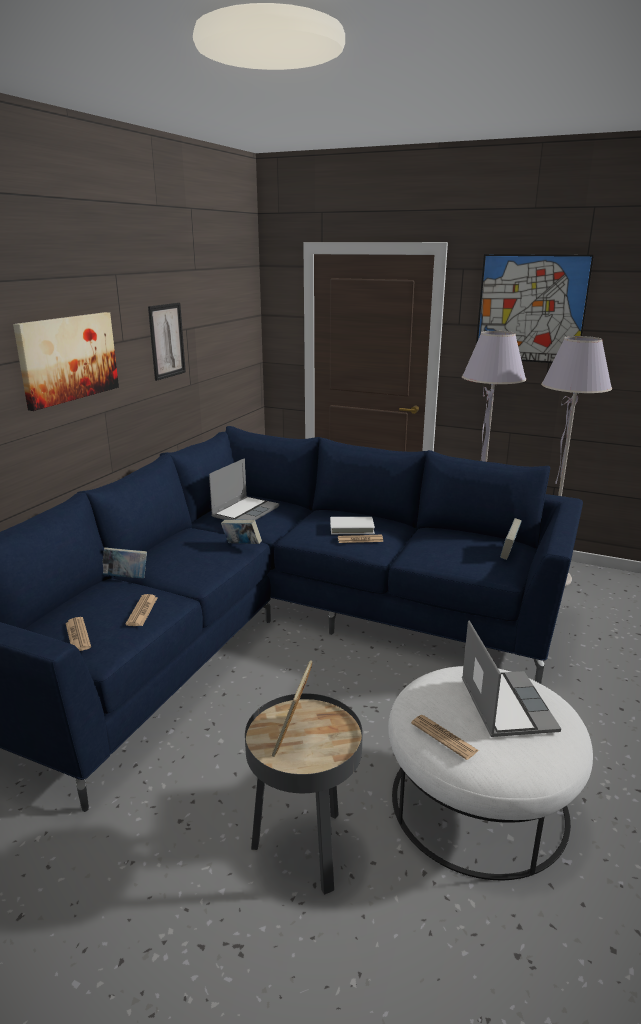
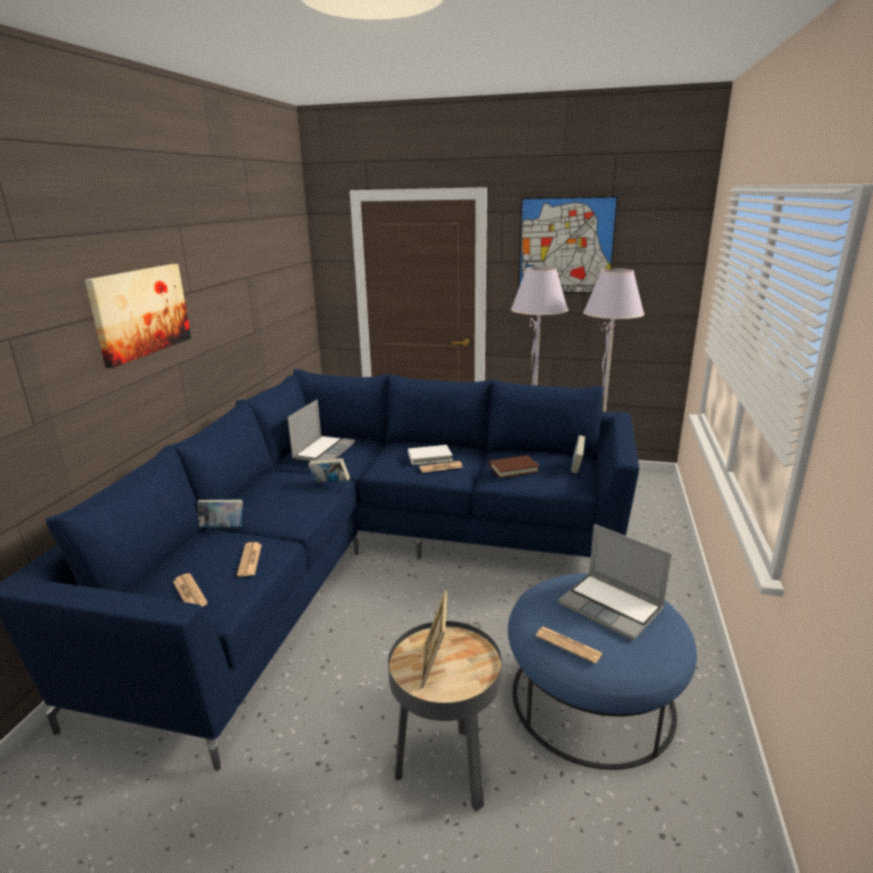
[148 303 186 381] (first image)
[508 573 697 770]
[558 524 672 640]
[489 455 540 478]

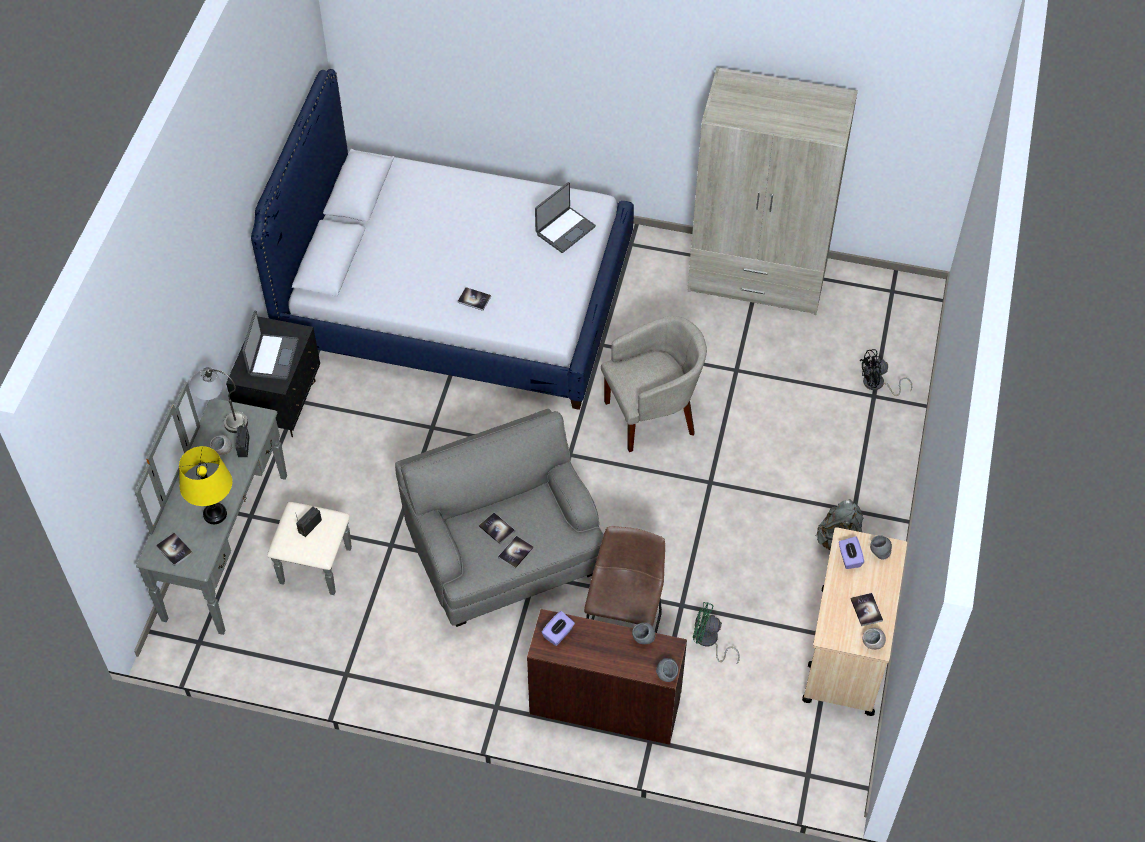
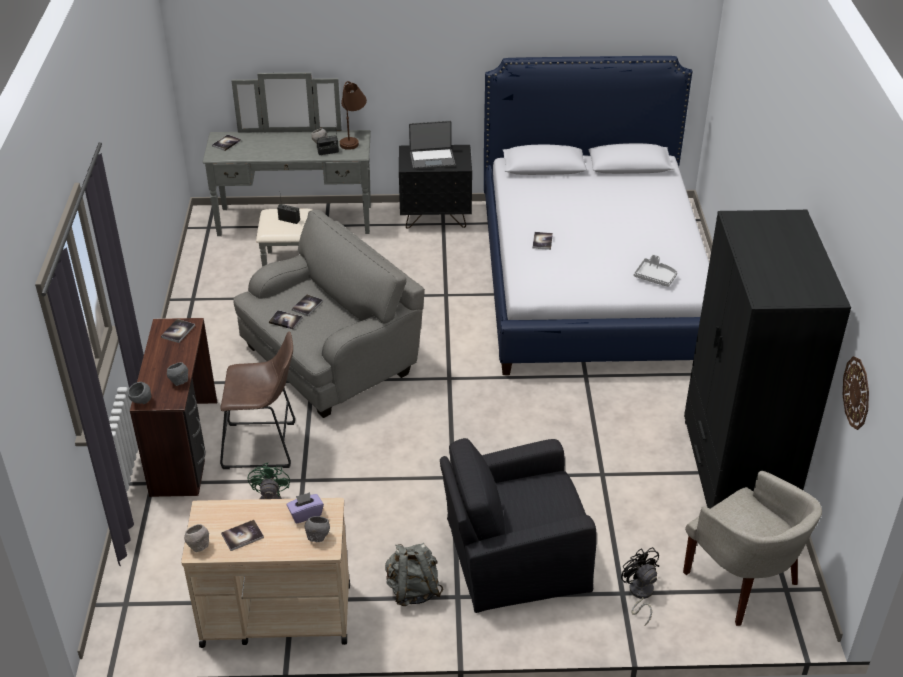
[179 446 232 524] (first image)
[340 81 367 150]
[634 254 677 287]
[161 319 195 343]
[683 471 822 626]
[684 210 851 509]
[440 438 597 613]
[843 356 869 430]

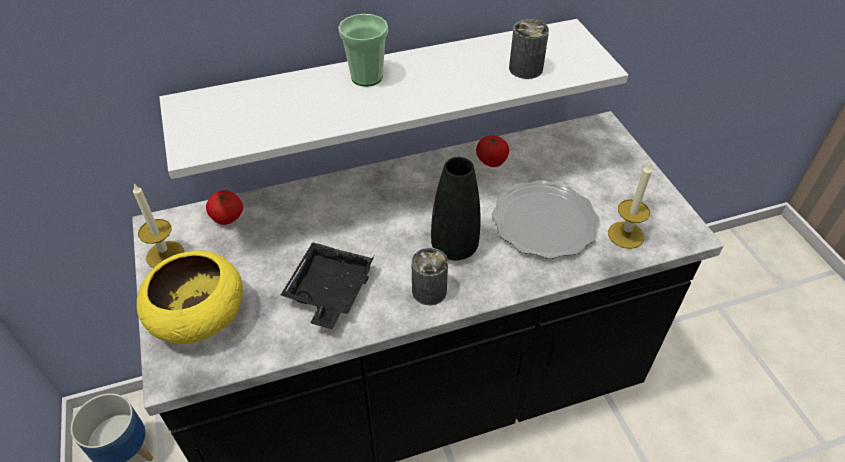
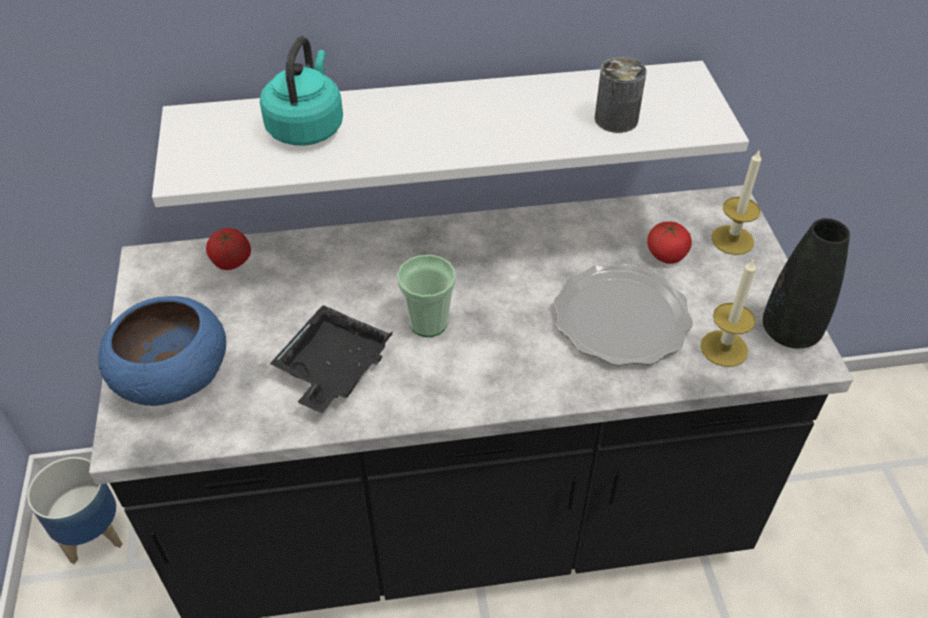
[711 149 762 255]
[98 296 226 406]
[397 255 456 337]
[411 248 448 305] (first image)
[763 218 850 348]
[647 222 692 264]
[260 36 343 146]

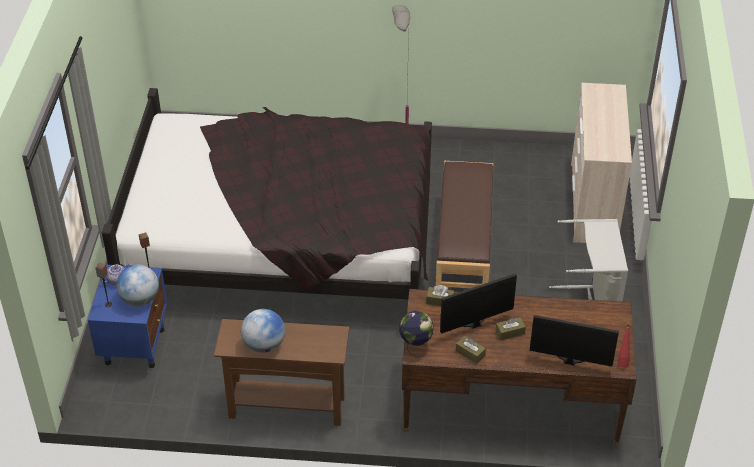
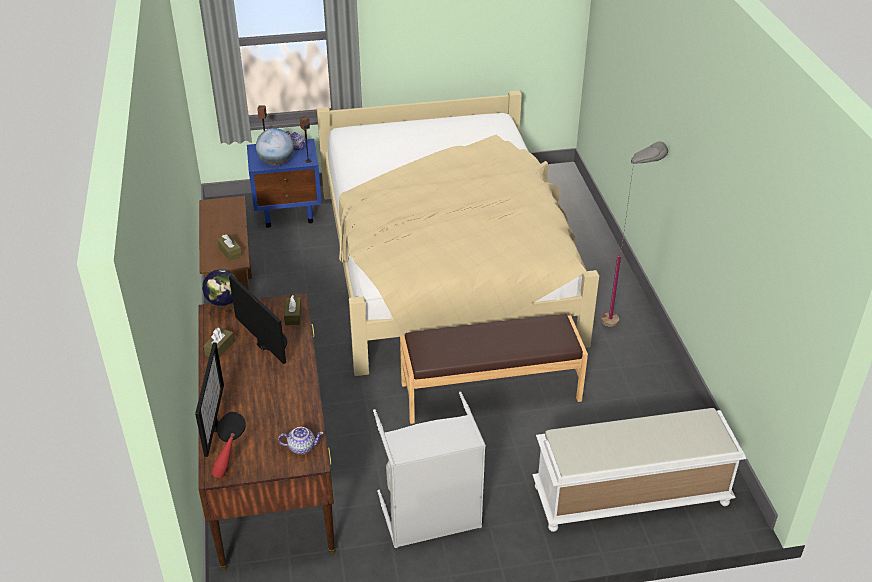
[317 91 599 376]
[241 309 285 353] (first image)
[217 234 242 261]
[533 408 747 532]
[278 427 323 455]

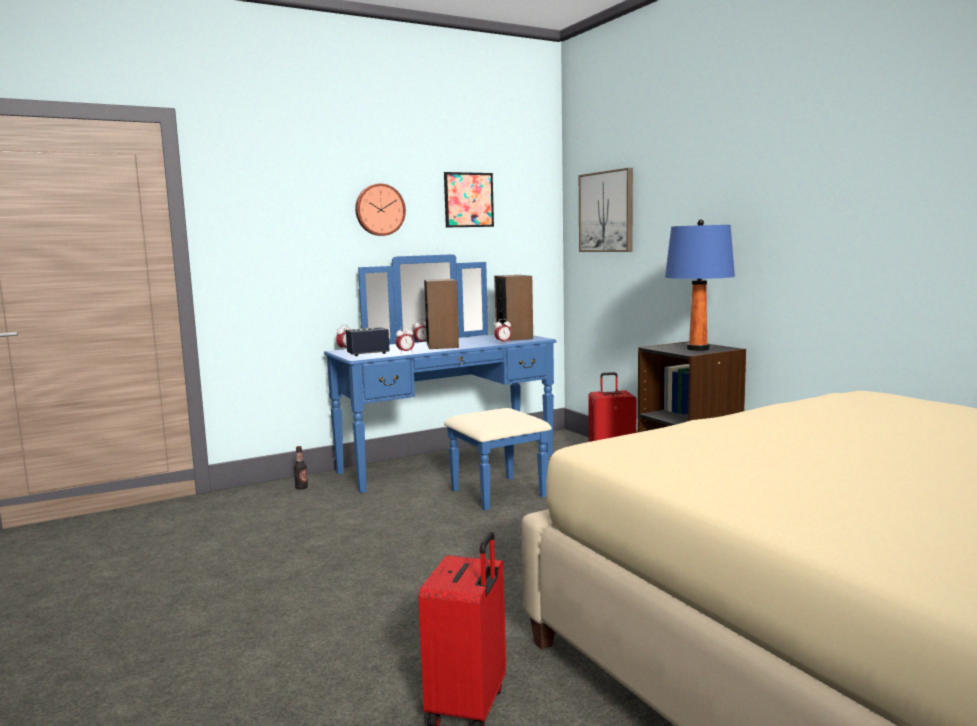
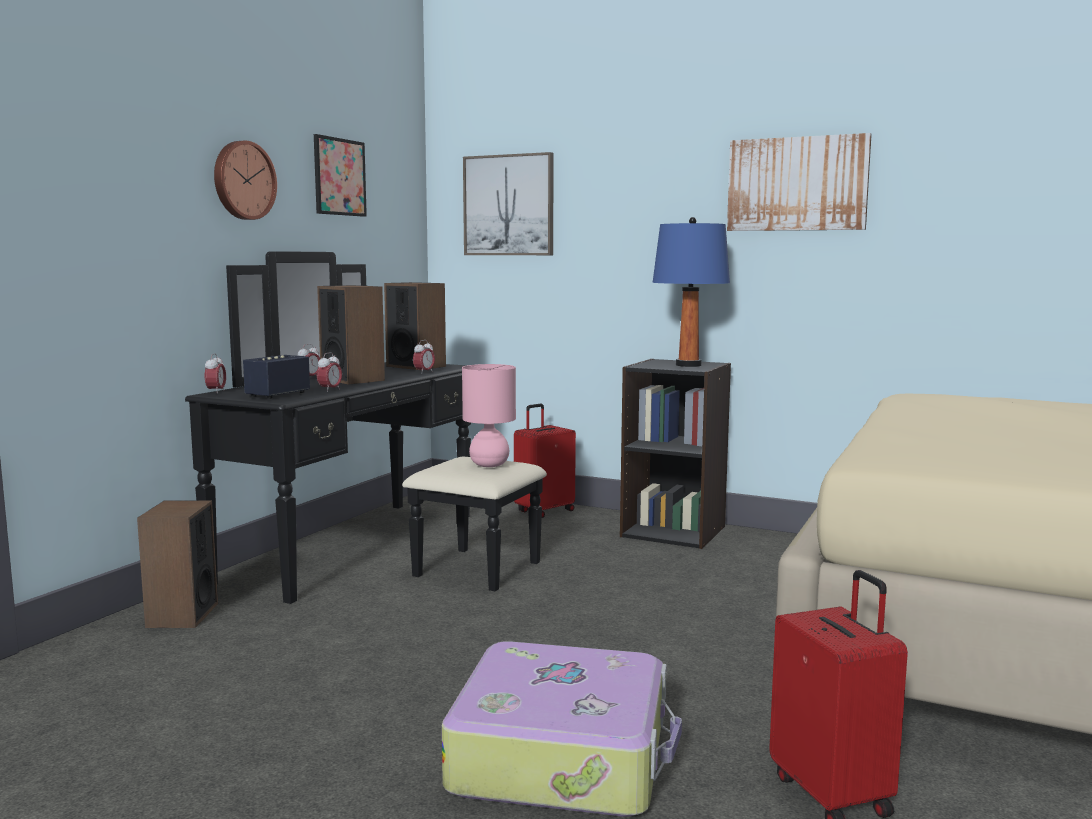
[137 500 218 628]
[185 251 547 604]
[442 641 682 817]
[462 364 516 467]
[727 133 872 231]

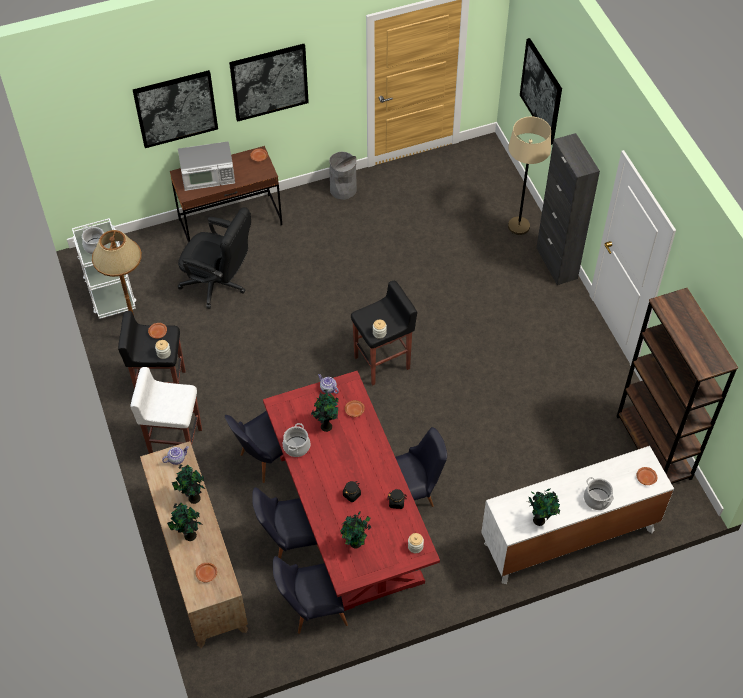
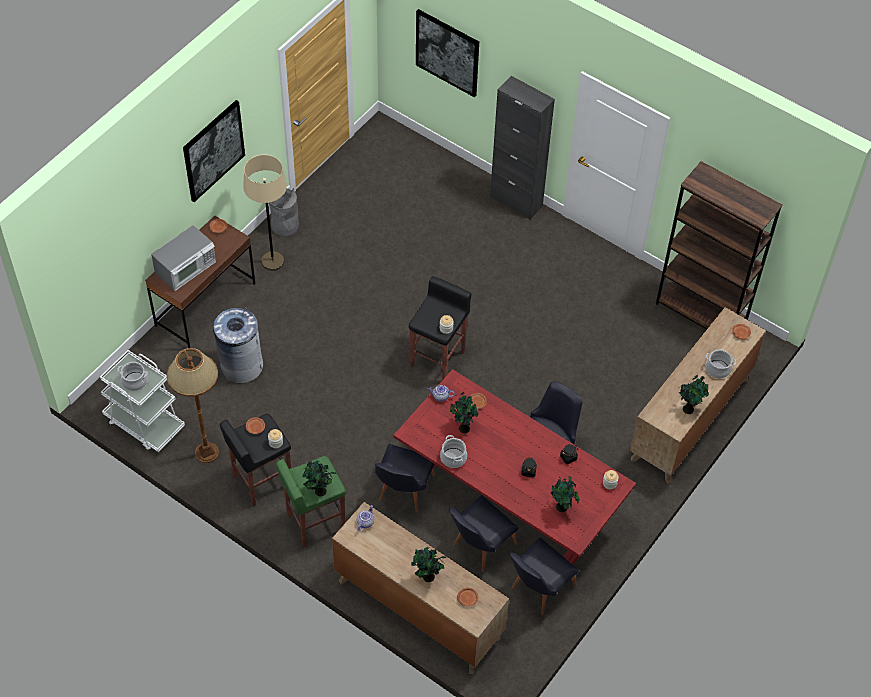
[276 456 346 547]
[133 70 218 148] (first image)
[303 460 336 496]
[213 308 263 383]
[630 308 766 484]
[243 155 287 271]

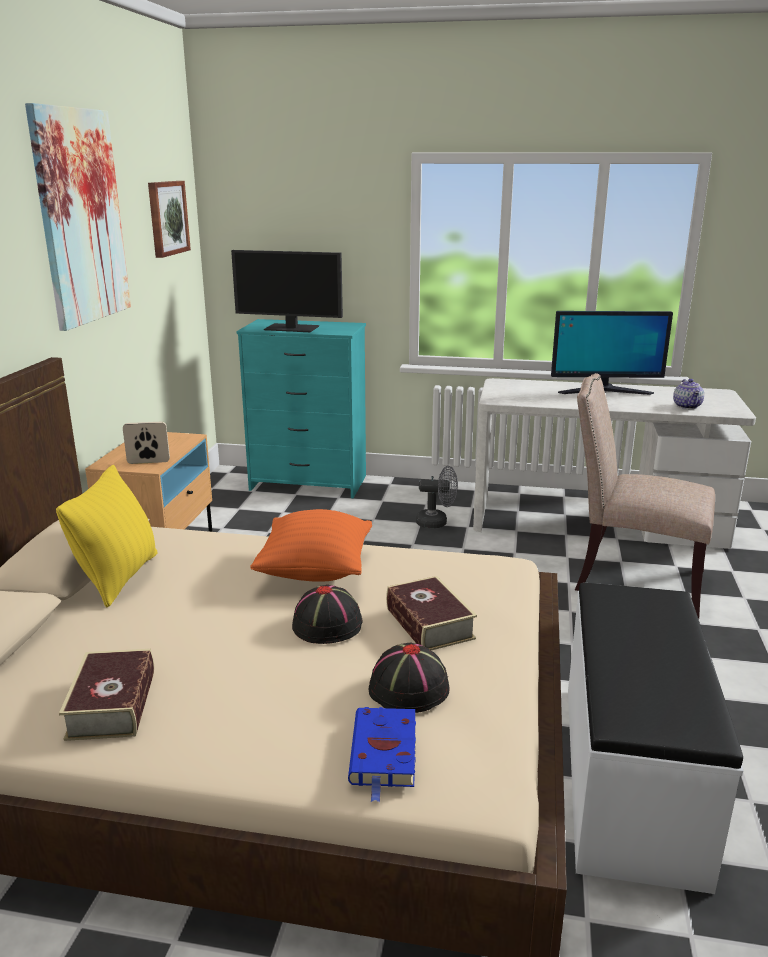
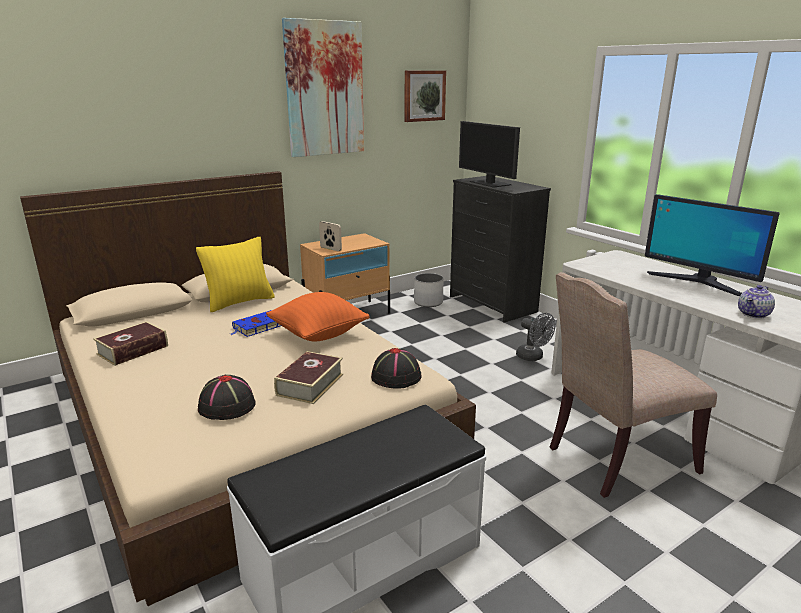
[450 176 551 323]
[371 348 422 389]
[231 310 281 337]
[549 272 717 498]
[414 273 443 307]

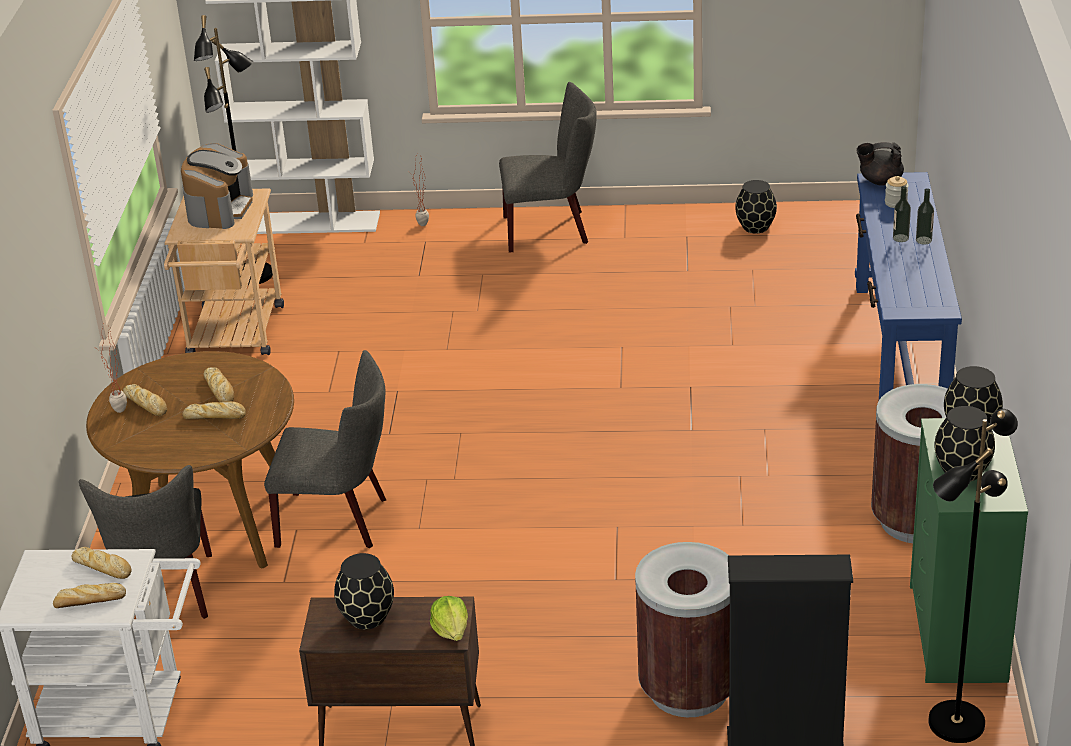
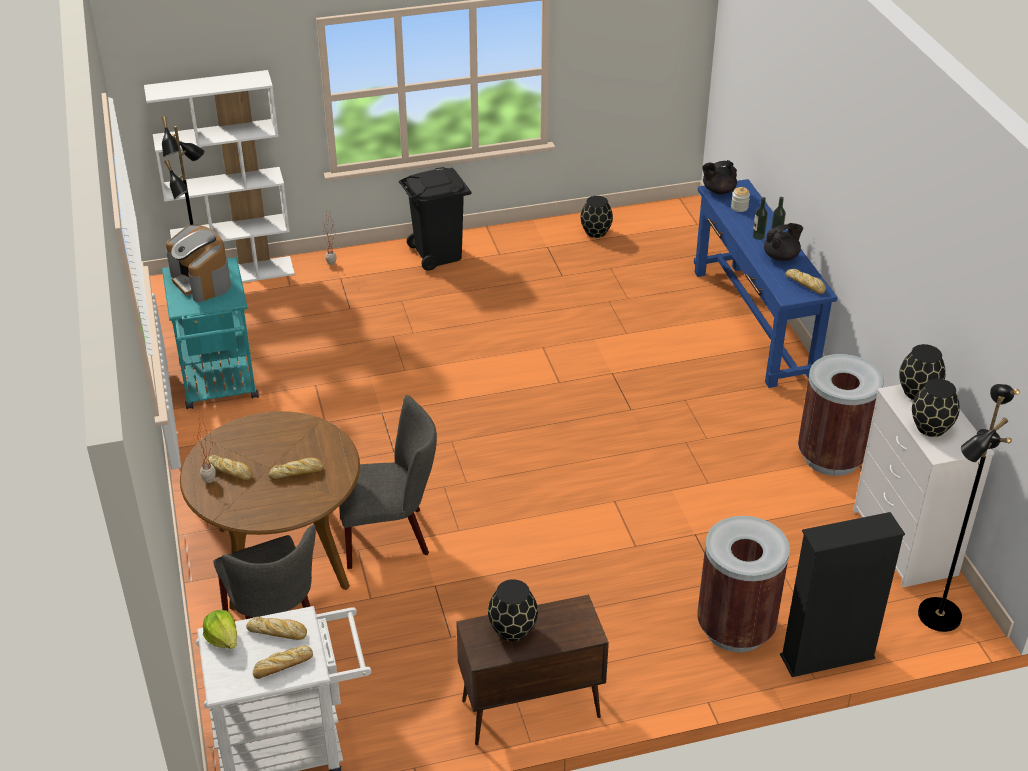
[162 257 259 409]
[166 224 231 302]
[786 269 826 294]
[203 610 237 649]
[399 167 472 271]
[853 384 994 588]
[764 223 803 261]

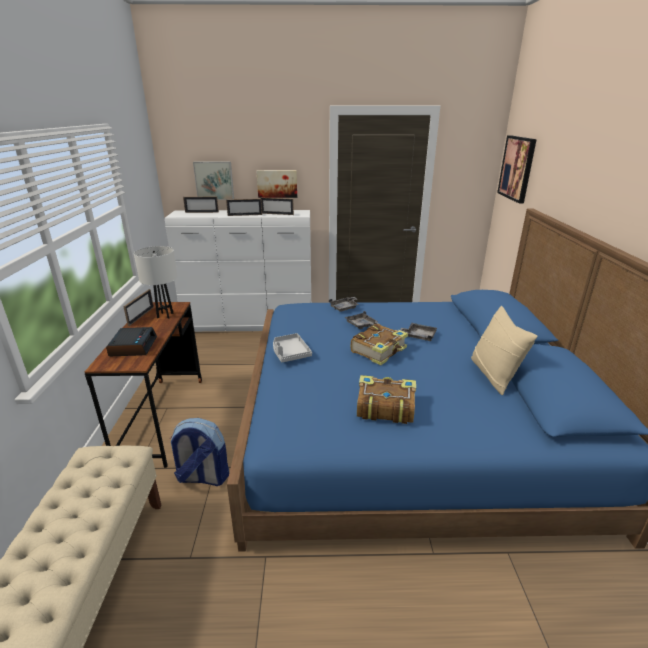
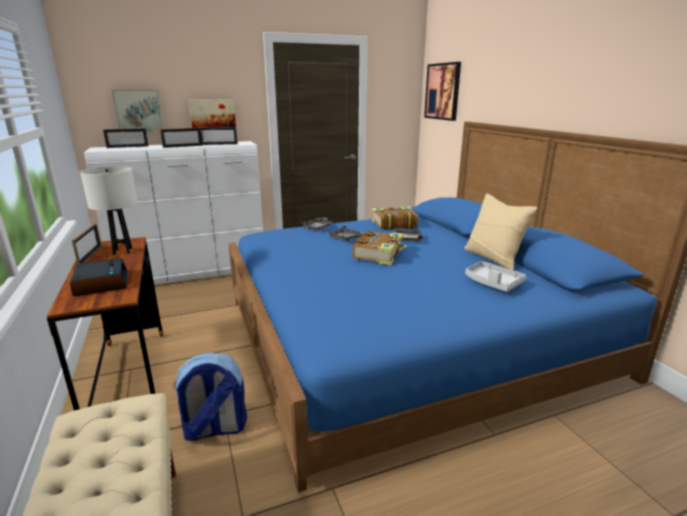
[465 261 526 292]
[372 206 418 230]

